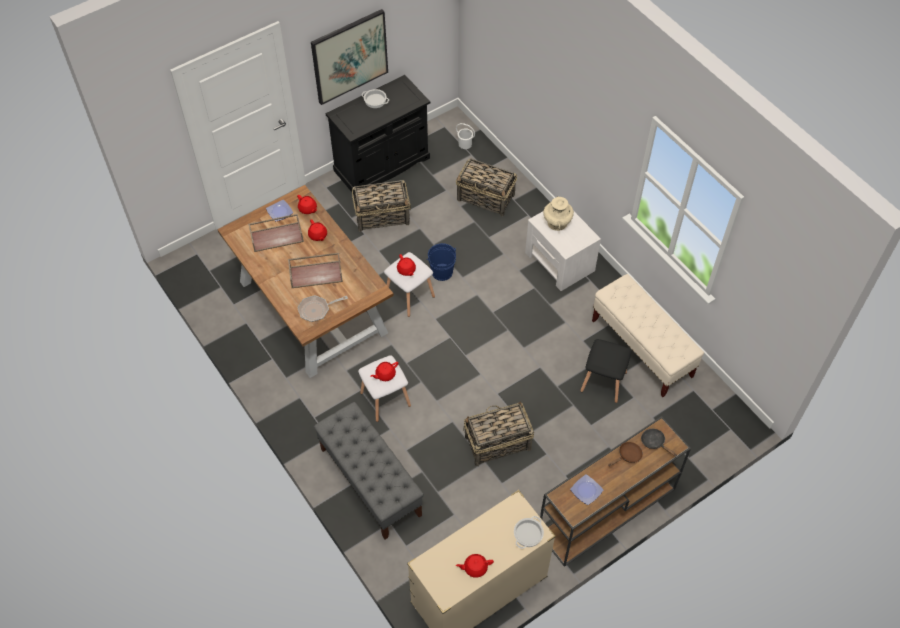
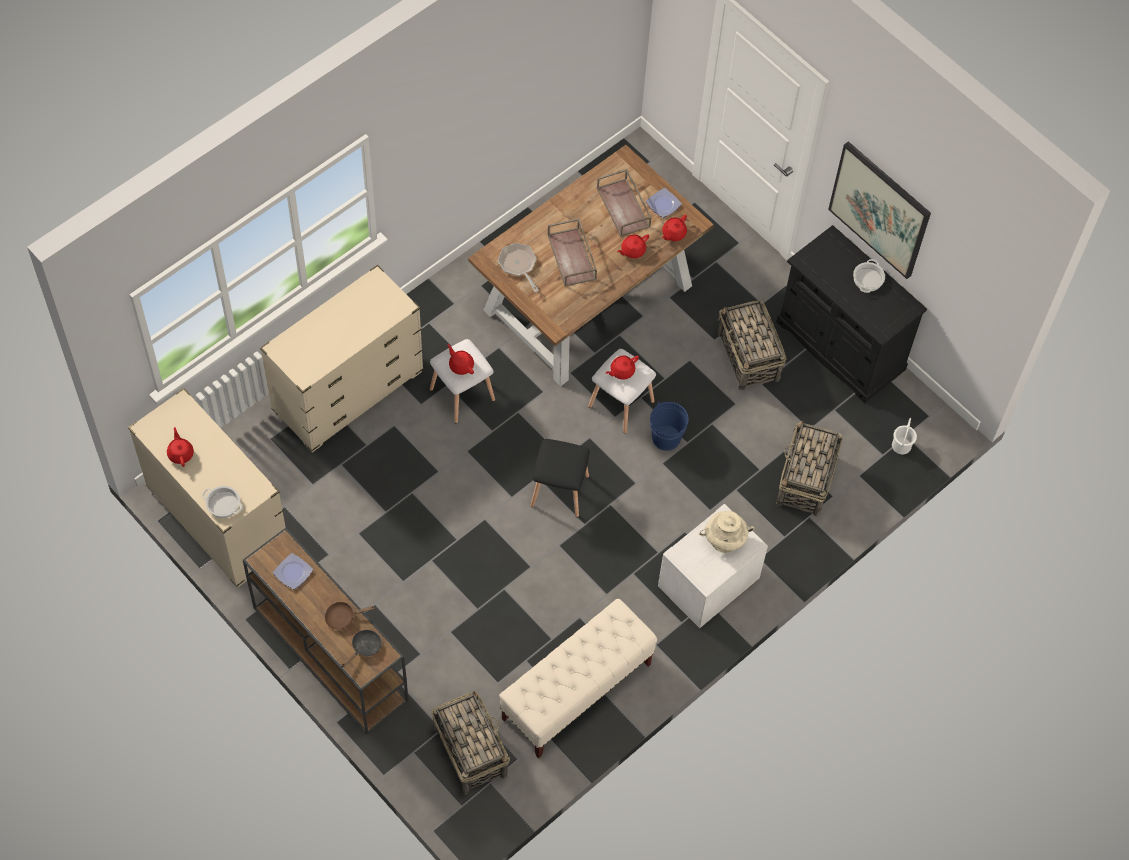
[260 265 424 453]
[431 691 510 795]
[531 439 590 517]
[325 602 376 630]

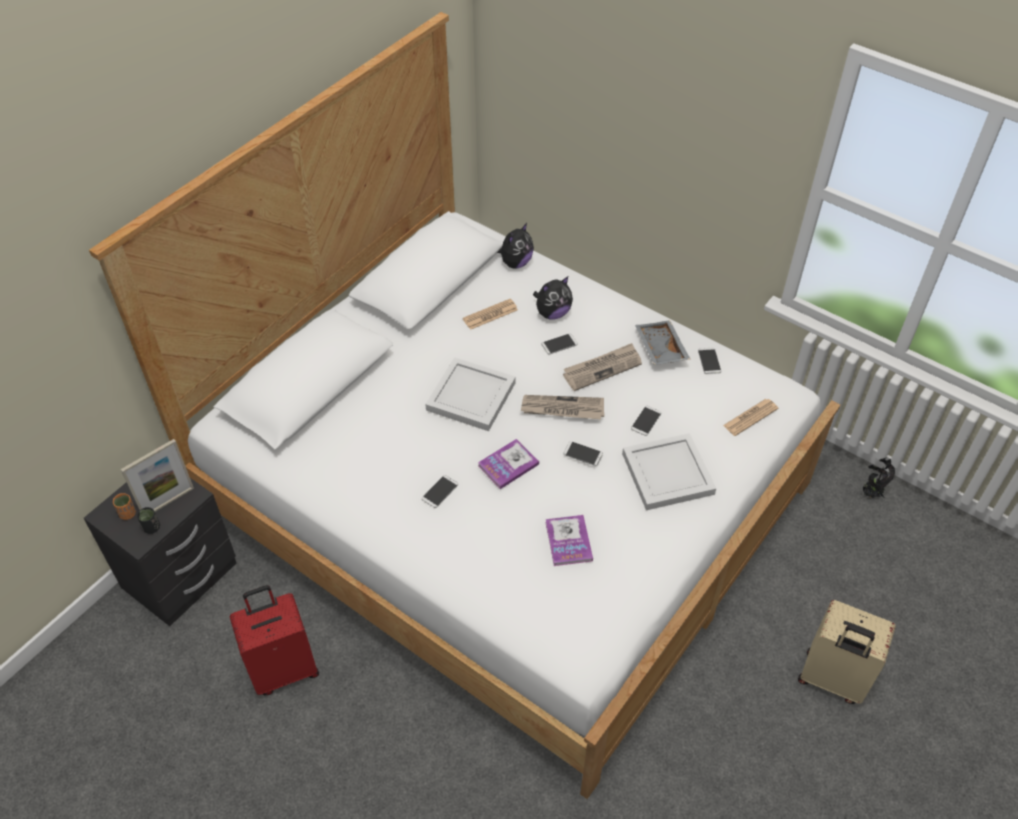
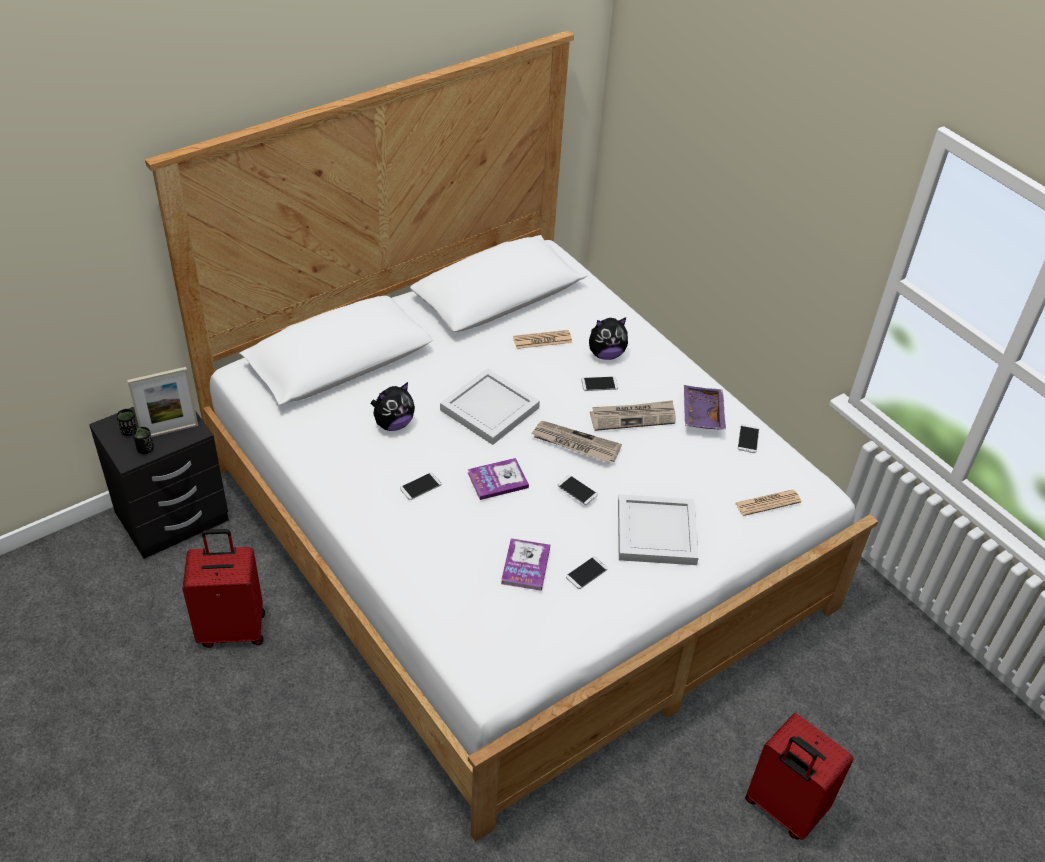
[117 409 137 436]
[371 382 415 431]
[566 557 608 589]
[684 385 726 430]
[745 713 854 840]
[863 458 895 498] (first image)

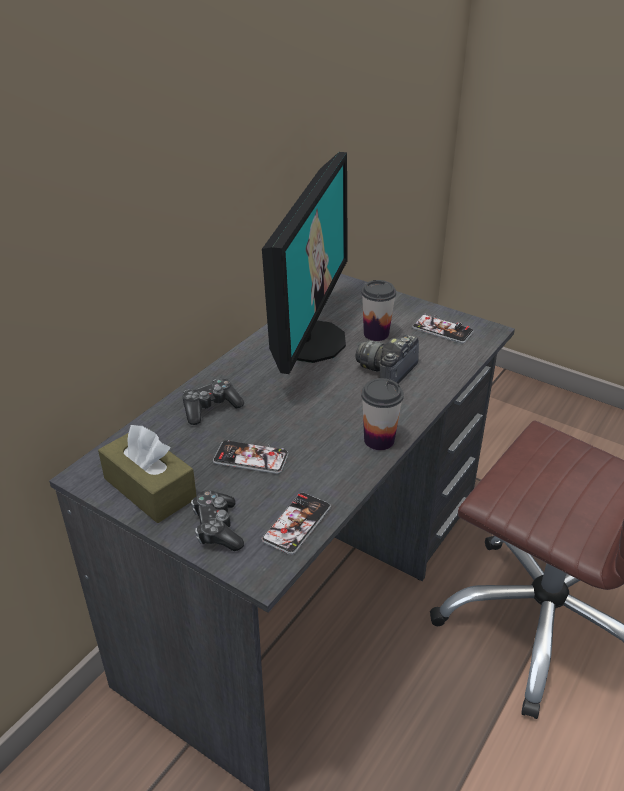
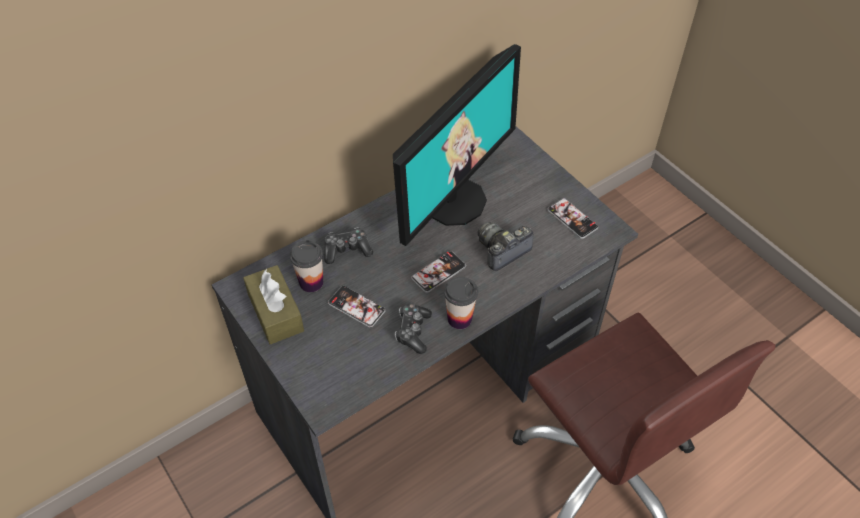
[395 303 432 354]
[411 251 466 293]
[290 241 323 292]

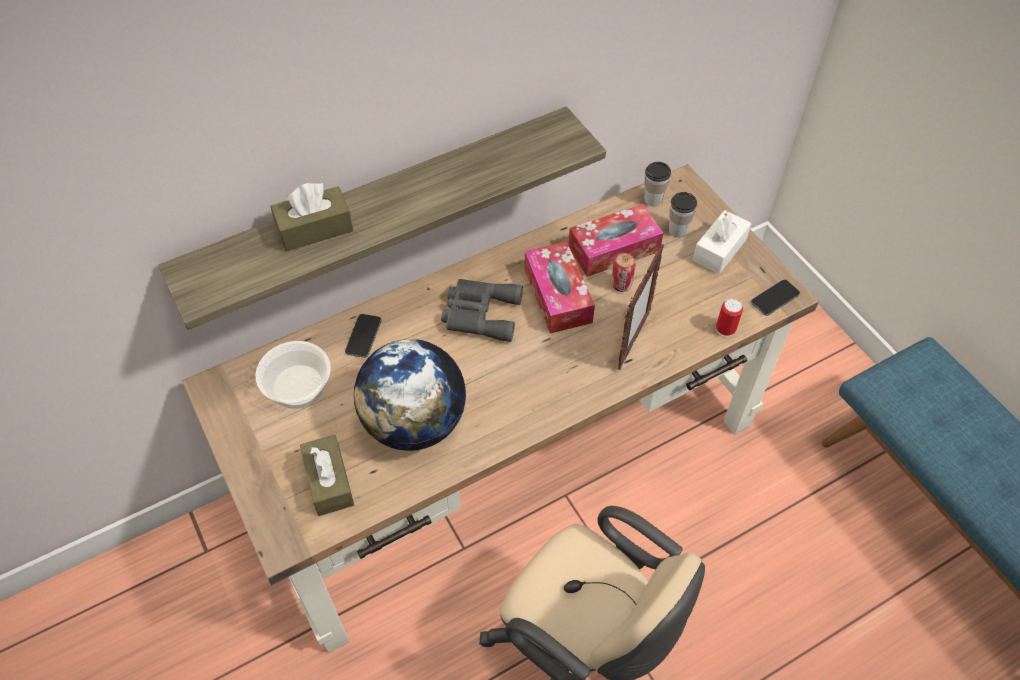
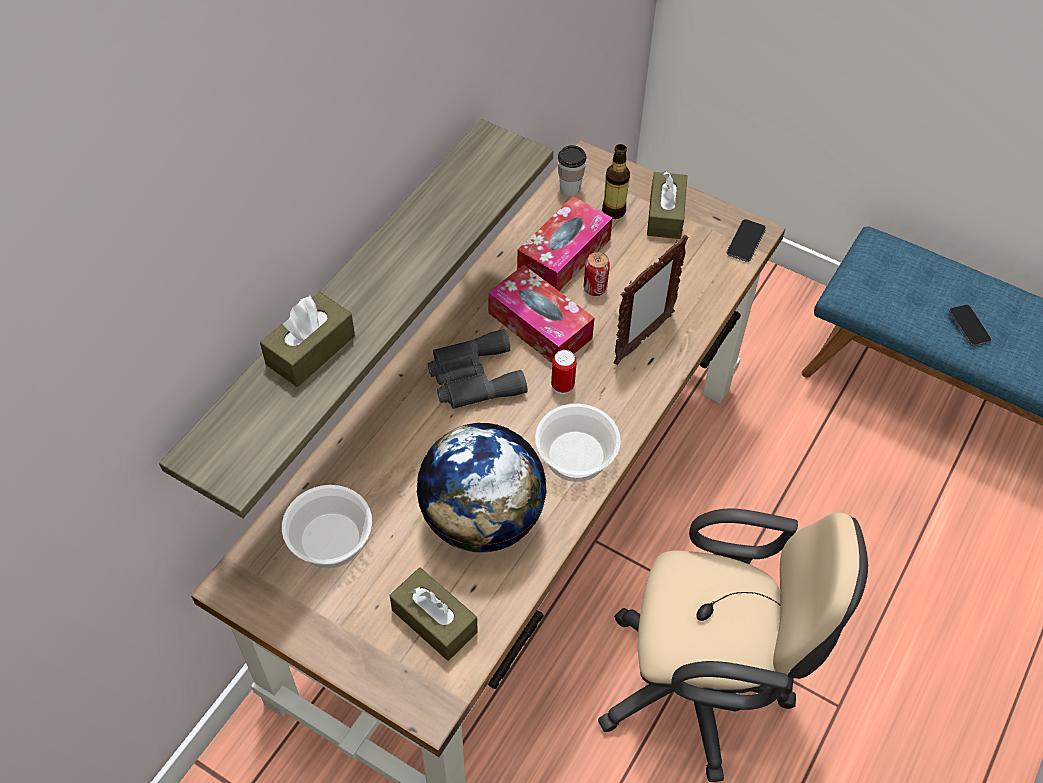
[949 305 992 346]
[614 235 689 365]
[602 144 630 219]
[647 171 687 239]
[551 350 577 394]
[535 404 621 482]

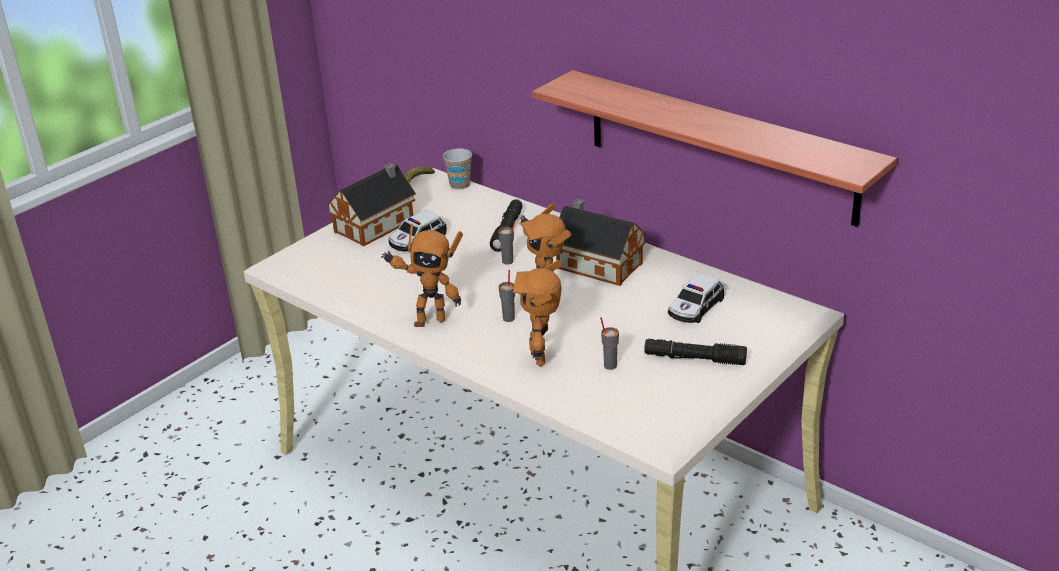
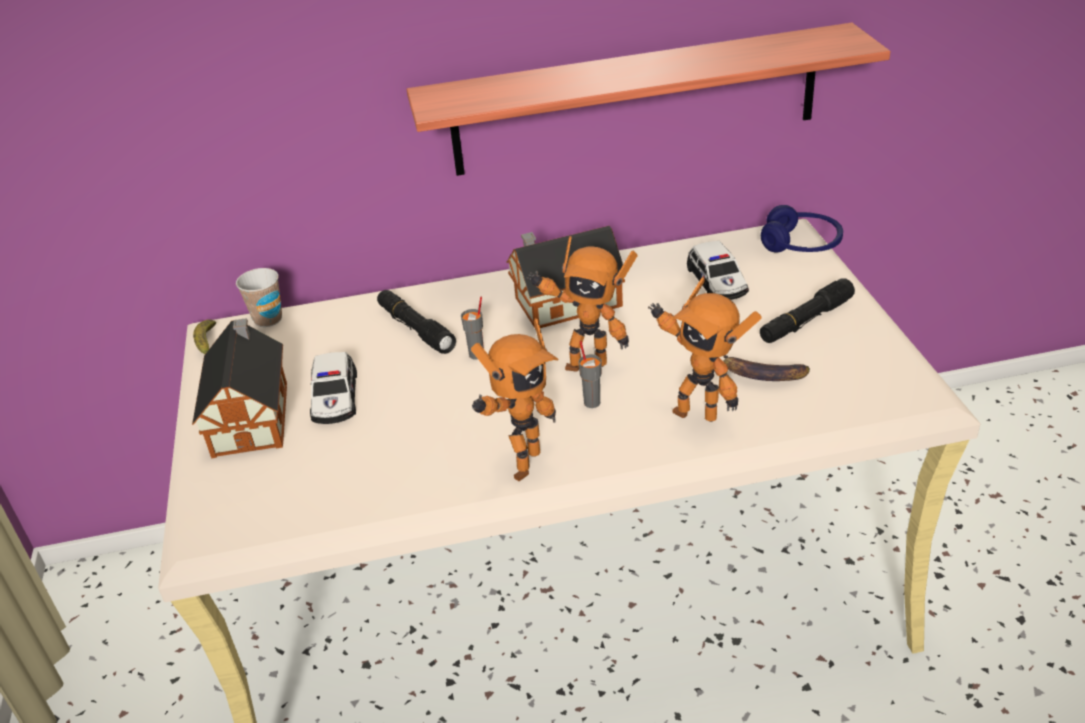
[723 355 810 381]
[761 205 843 253]

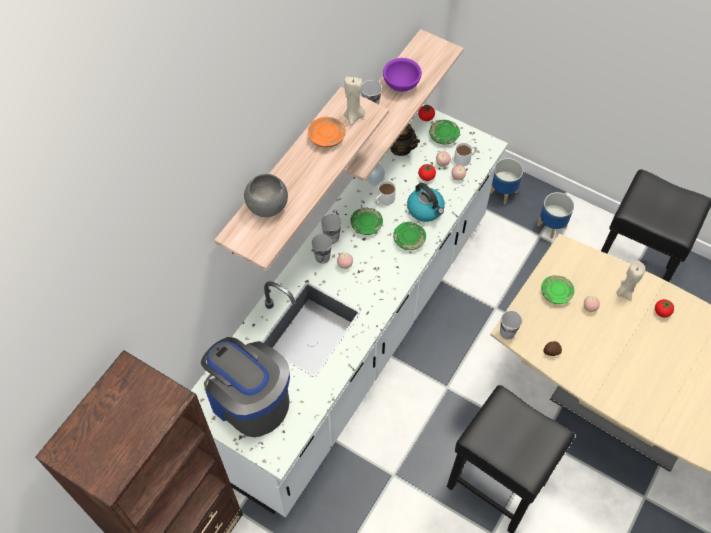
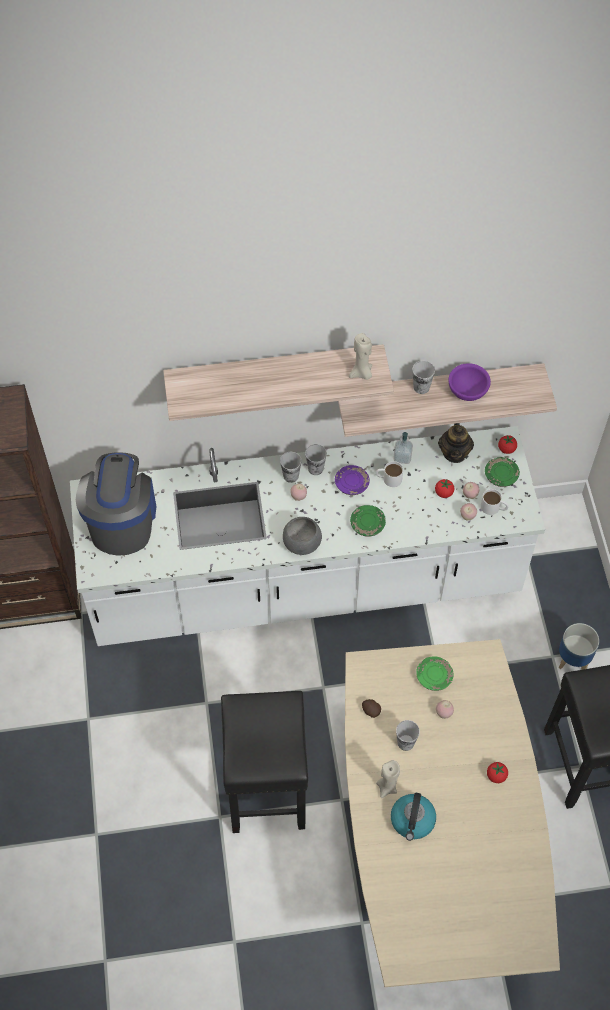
[283 517 322 555]
[308 117 346 147] (first image)
[335 465 370 495]
[391 793 436 841]
[490 158 523 204] (first image)
[396 720 420 751]
[376 760 400 798]

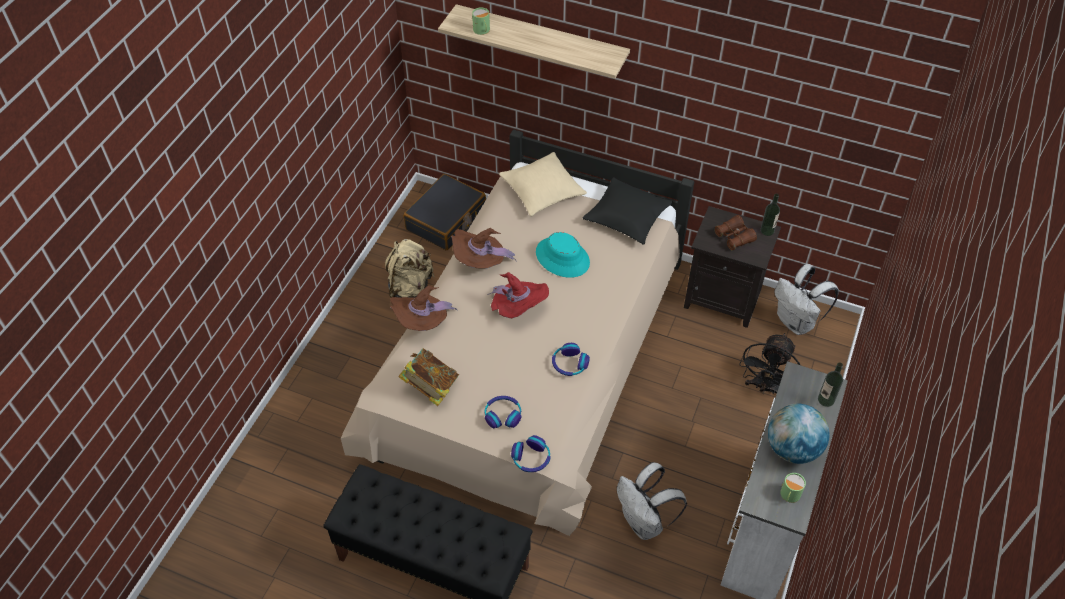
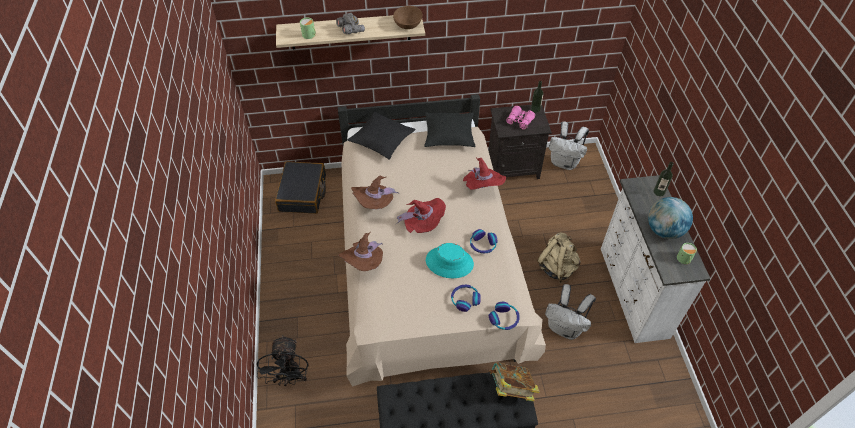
[537 232 581 283]
[490 363 540 402]
[347 112 415 160]
[426 243 474 278]
[506 106 535 130]
[257 335 308 386]
[336 13 365 34]
[393 6 423 29]
[463 158 506 190]

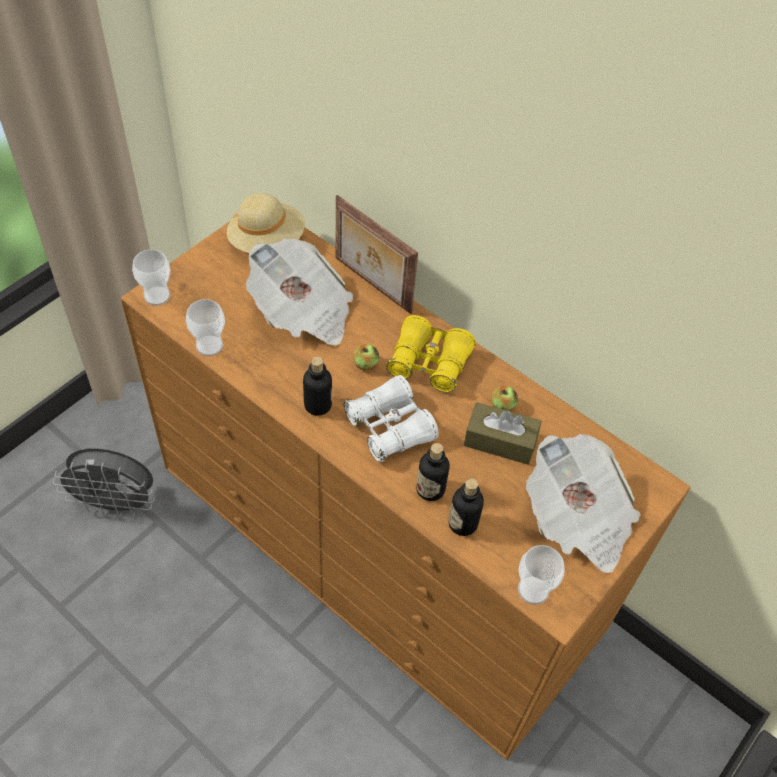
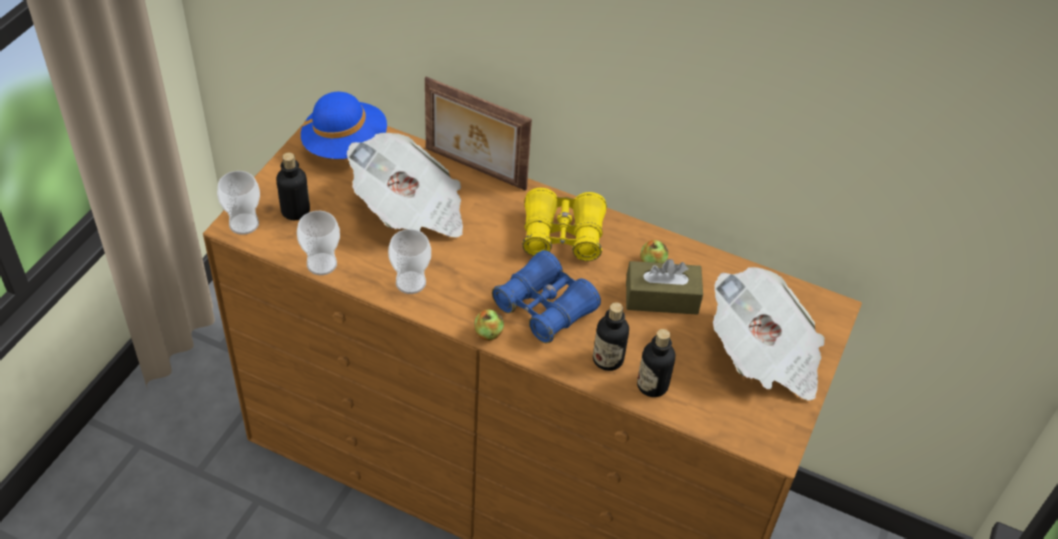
[53 448 155 518] (first image)
[301 92 387 159]
[276 152 310 220]
[492 250 601 343]
[474 309 504 341]
[388 229 431 294]

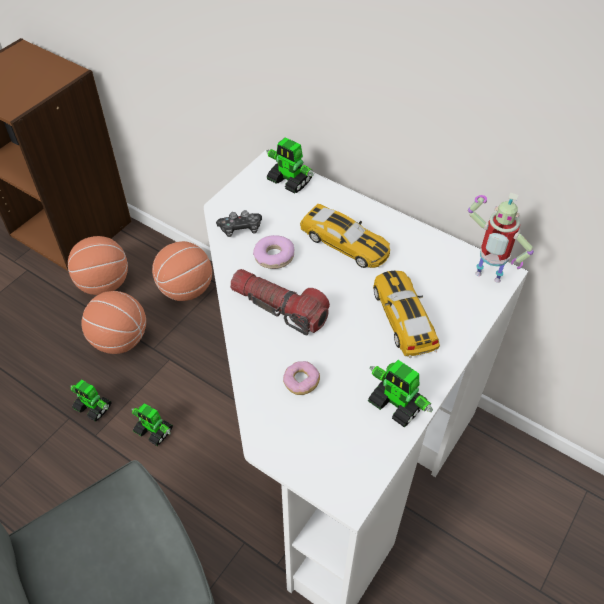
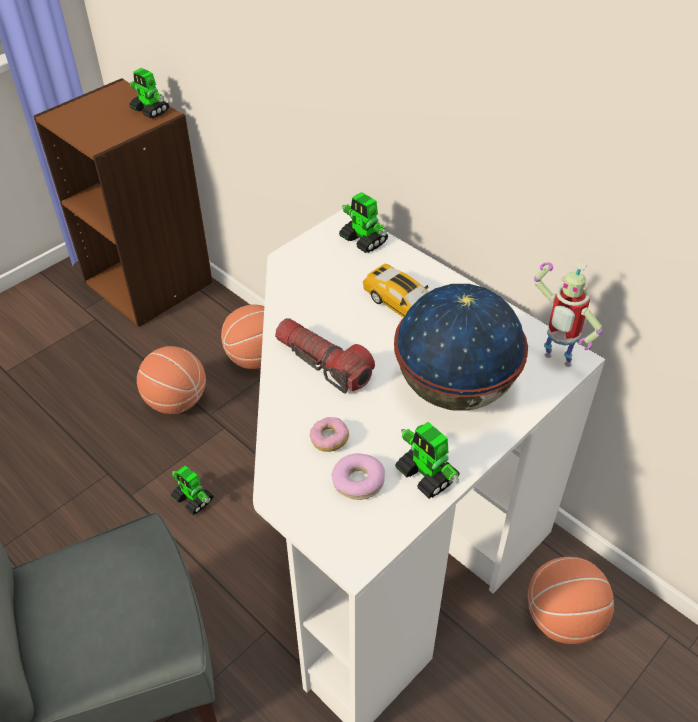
[528 557 614 644]
[129 68 169 119]
[216 210 262 237] (first image)
[331 454 385 500]
[394 284 528 410]

